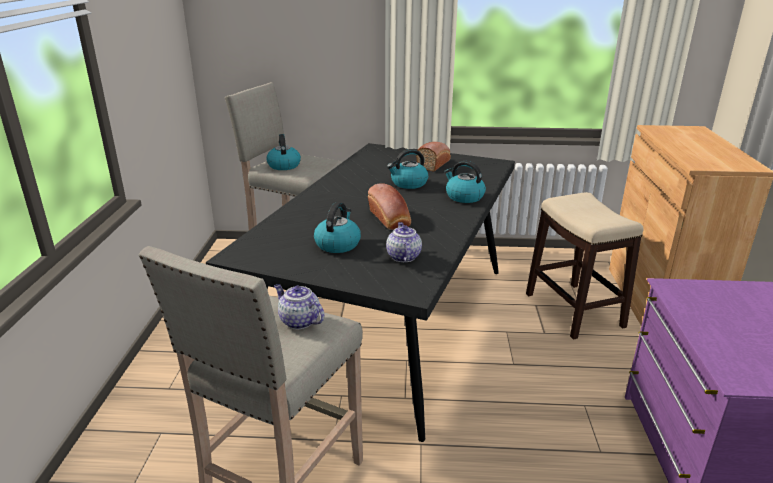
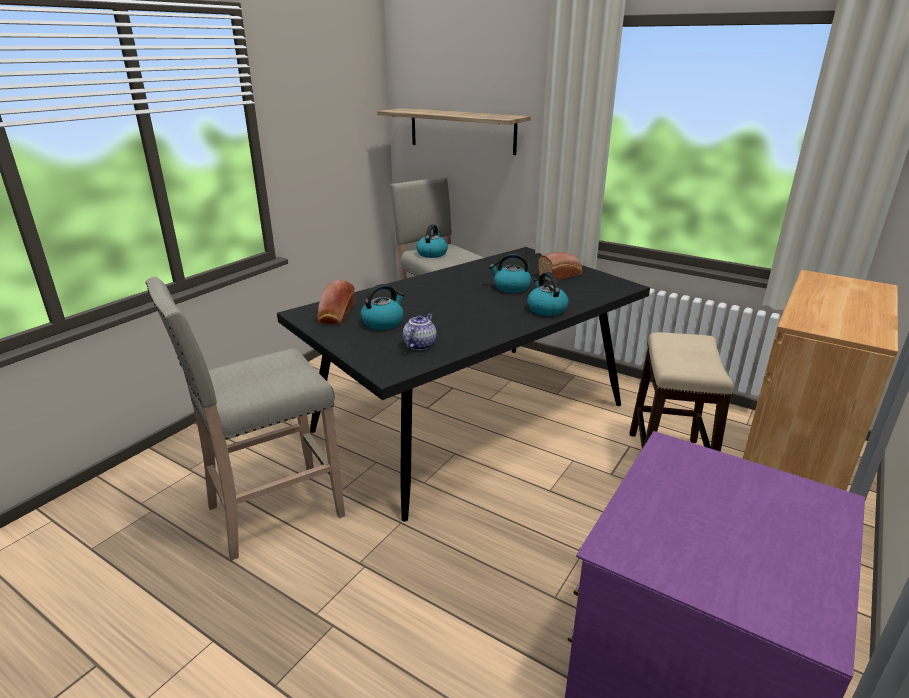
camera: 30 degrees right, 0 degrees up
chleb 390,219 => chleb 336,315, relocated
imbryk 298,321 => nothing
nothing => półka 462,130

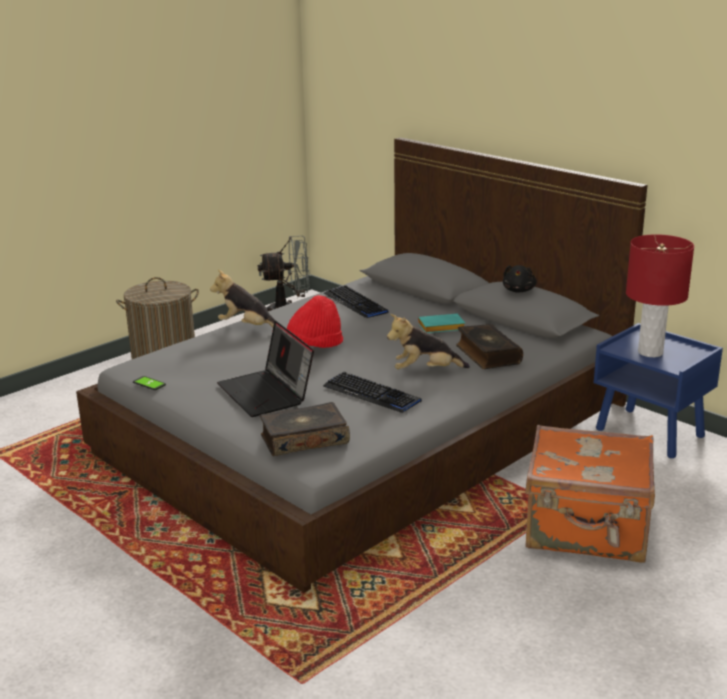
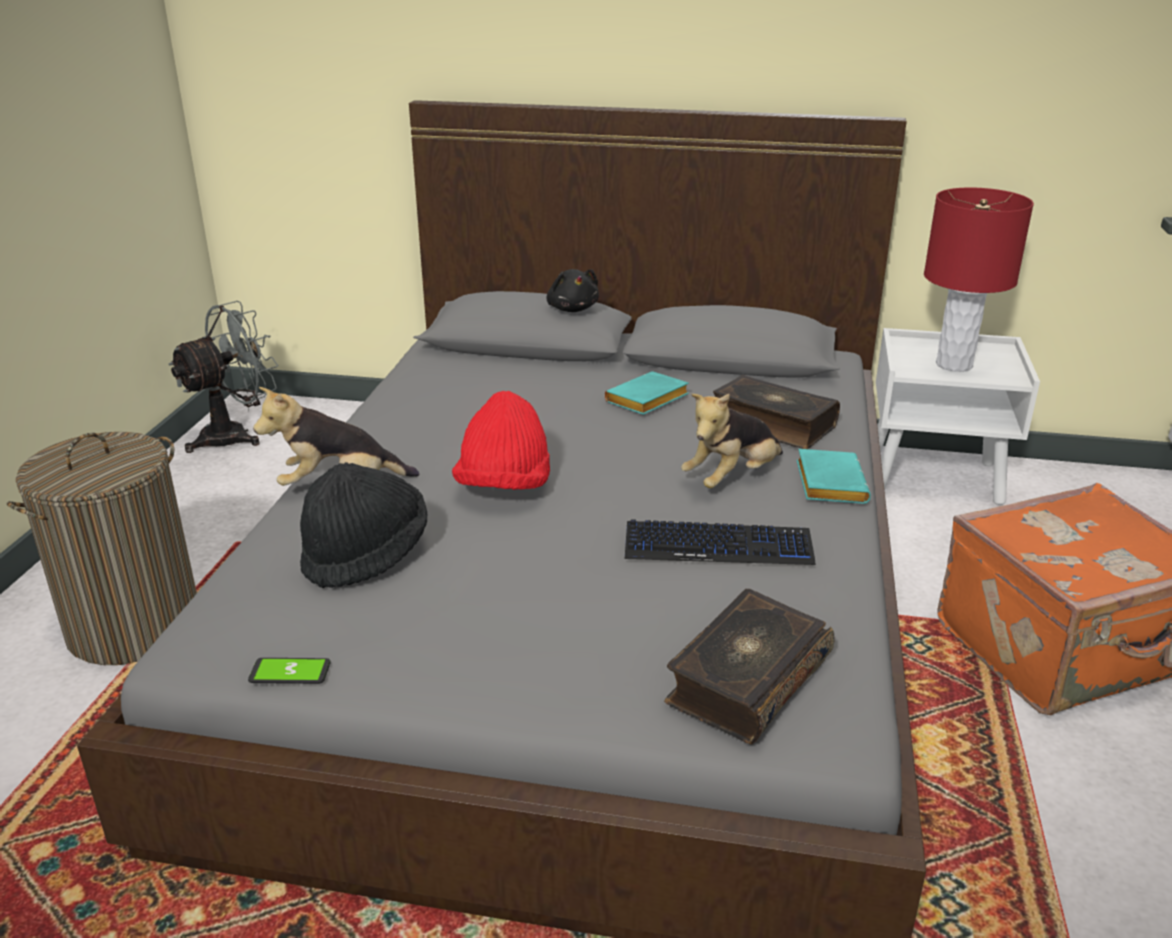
camera: 35 degrees left, 5 degrees up
pluszak/czarny 519,290 => pluszak/czarny 572,309, relocated
klawiatura 355,303 => nothing
laptop 267,393 => nothing
szafka nocna/niebieski 651,433 => szafka nocna/biały 935,478
nothing => książka/turkusowy 827,483
nothing => kapelusz/czarny 366,555

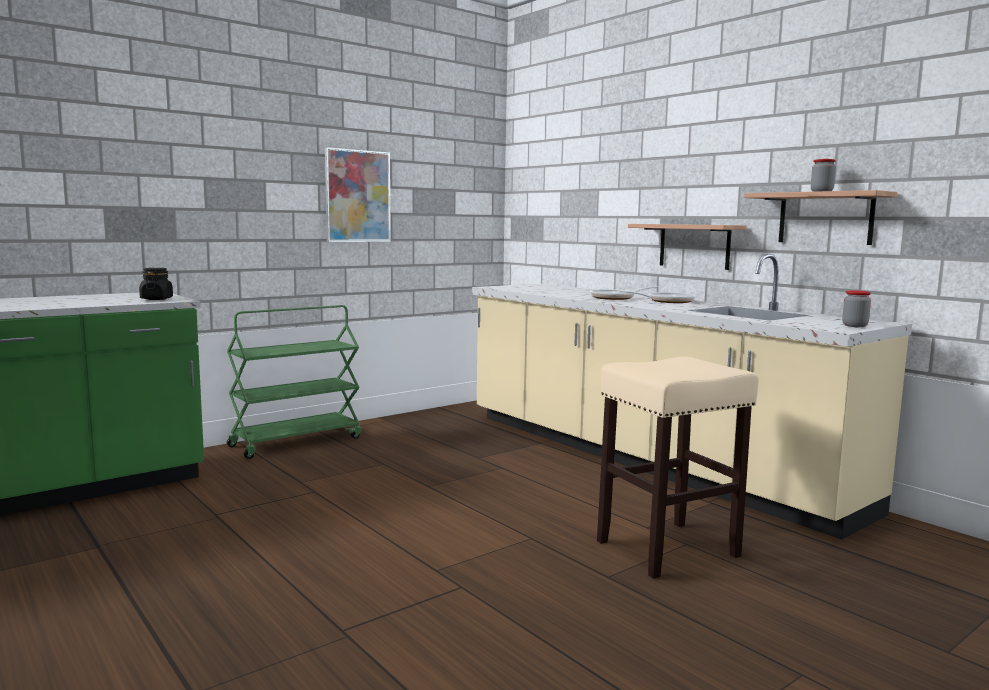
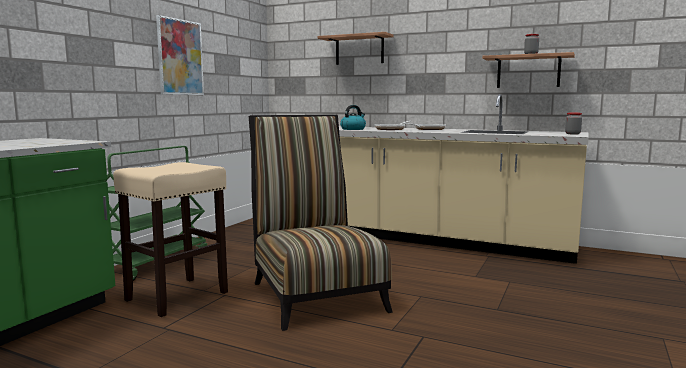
camera: 25 degrees left, 0 degrees up
półka 694,246 => półka 359,50, relocated
słoik/czarny 156,299 => nothing
stołek/beżowy 668,548 => stołek/beżowy 178,296, relocated
nothing => czajnik 353,129
nothing => krzesło 315,293

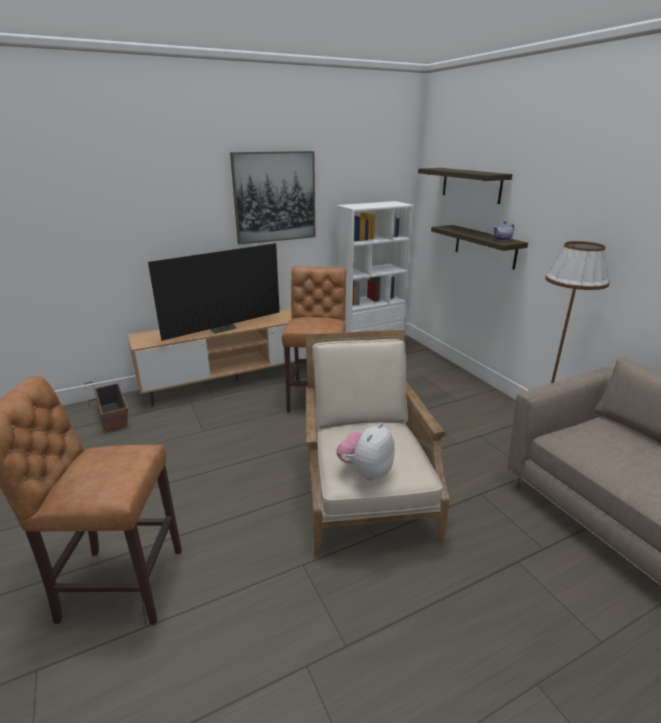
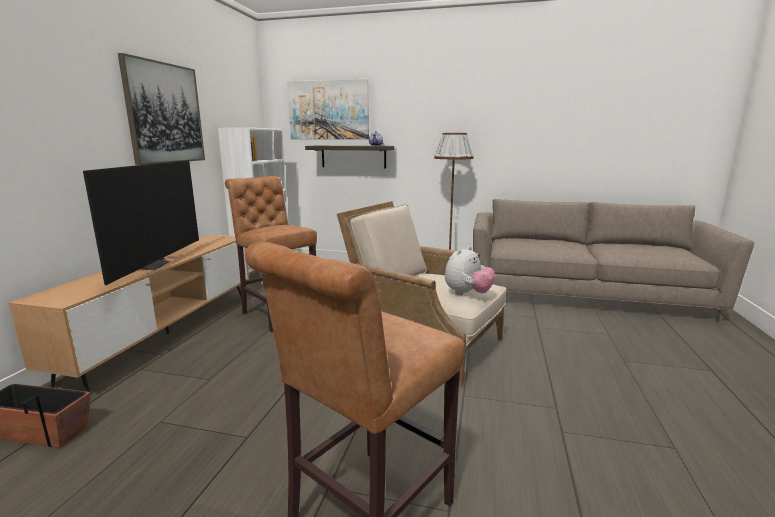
camera: 50 degrees left, 10 degrees down
półka 471,185 => obraz 328,110
pluszak 366,472 => pluszak 467,294, 120 degrees counterclockwise

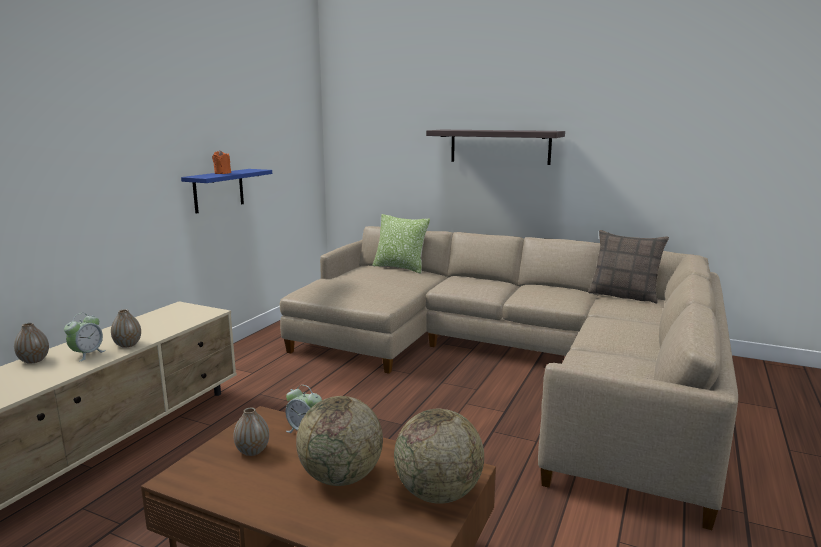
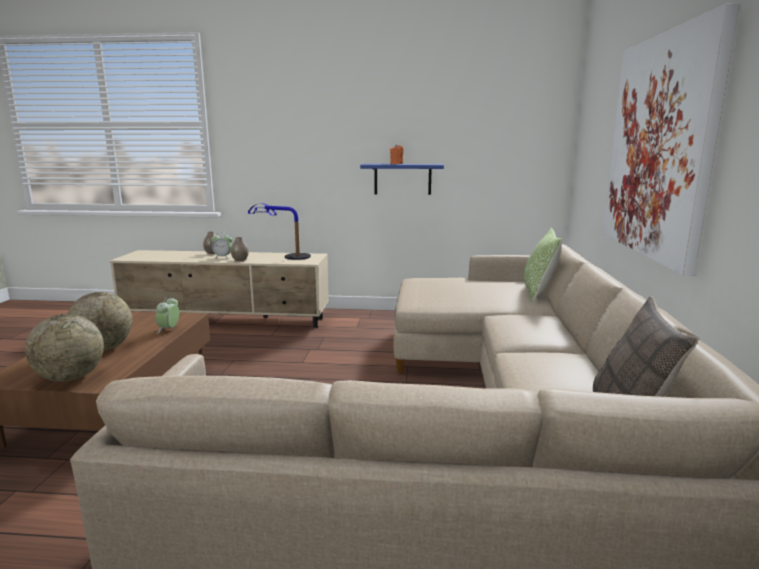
camera: 70 degrees right, 0 degrees up
półka 499,146 => obraz 659,147
wazon 252,451 => nothing
nothing => lampa stołowa 285,255

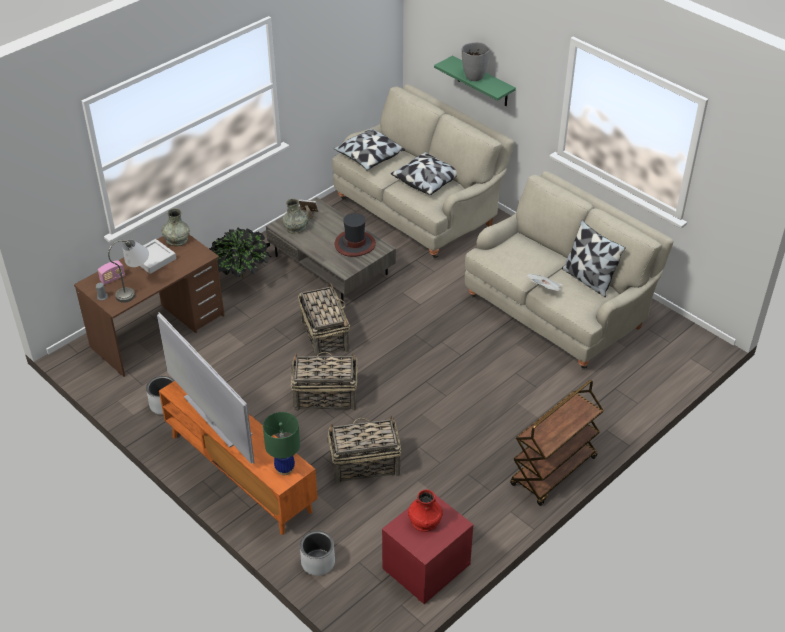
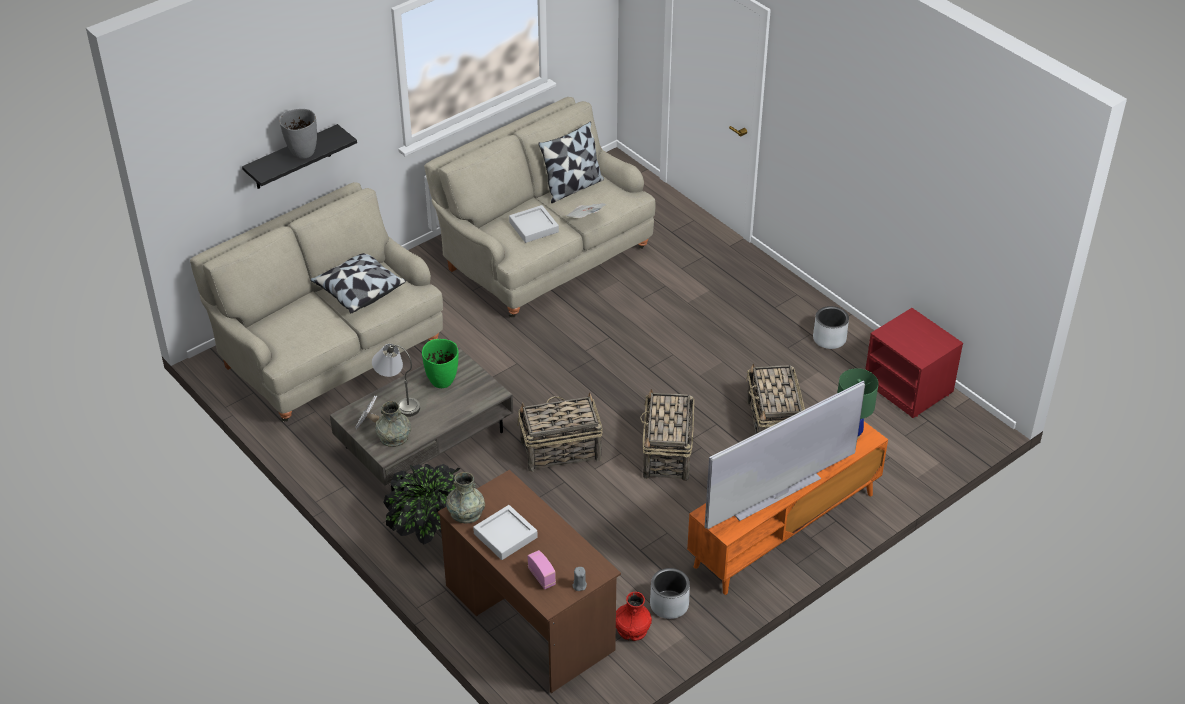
camera: 85 degrees left, 0 degrees up
półka/zielony 482,82 => półka/czarny 292,158
poduszka 369,157 => nothing
kapelusz 355,244 => wazon/zielony 442,381
lampa stołowa/szary 135,289 => lampa stołowa/szary 398,400, relocated
wózek/brązowy 553,472 => nothing
wazon/czerwony 424,520 => wazon/czerwony 632,629, relocated
donica/szary 318,562 => donica/szary 829,339, relocated
nothing => taca/szary 533,227

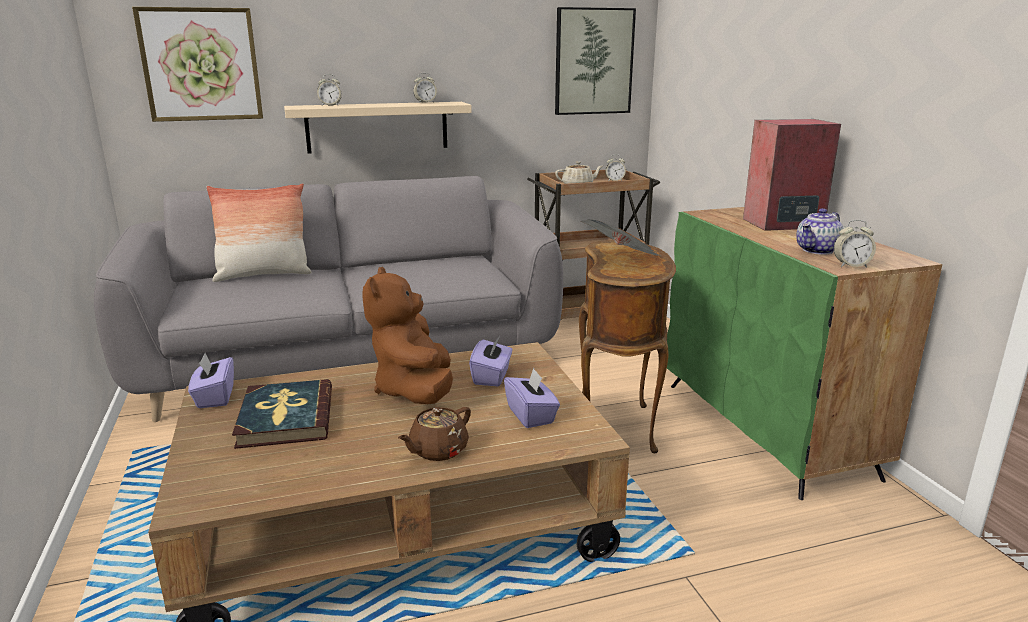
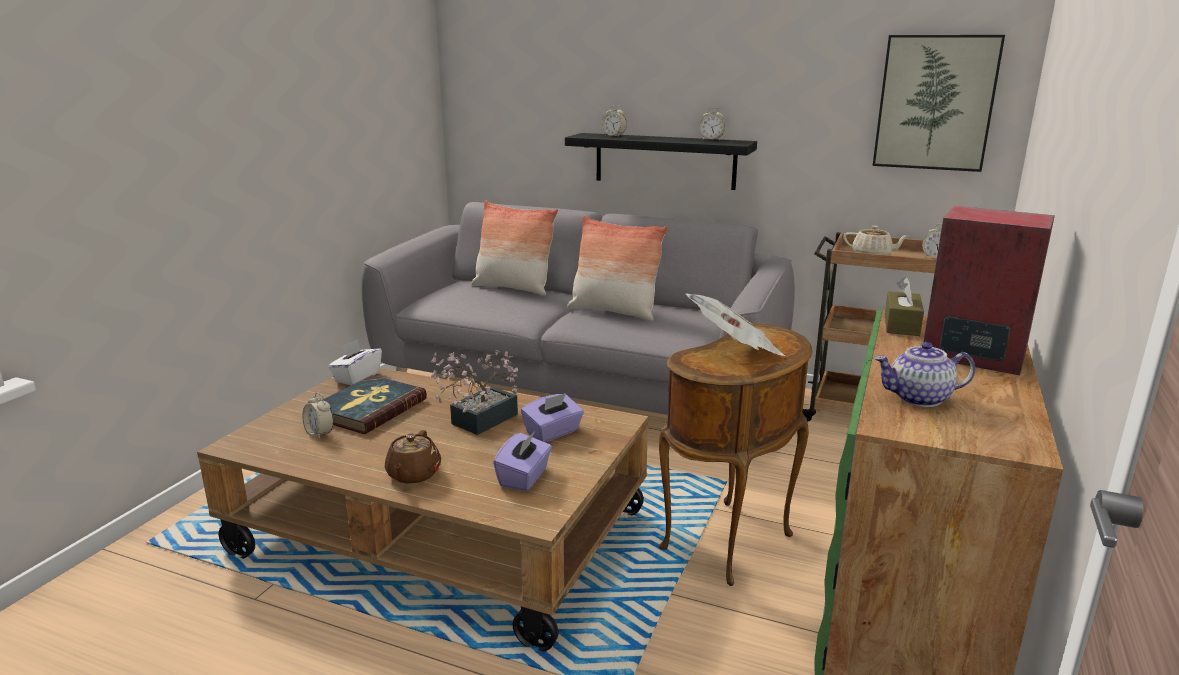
camera: 40 degrees right, 0 degrees up
obraz 201,65 => nothing
półka/beżowy 377,127 => półka/czarny 664,161
budzik 851,265 => budzik 320,433, relocated
pluszak/brązowy 415,391 => roślina doniczkowa 478,421
pudełko chusteczek/fioletowy 215,397 => pudełko chusteczek/biały 357,377
imbryk/brązowy 437,450 => imbryk/brązowy 413,474, 75 degrees counterclockwise
nothing => poduszka 614,312
nothing => pudełko chusteczek/brązowy 901,325

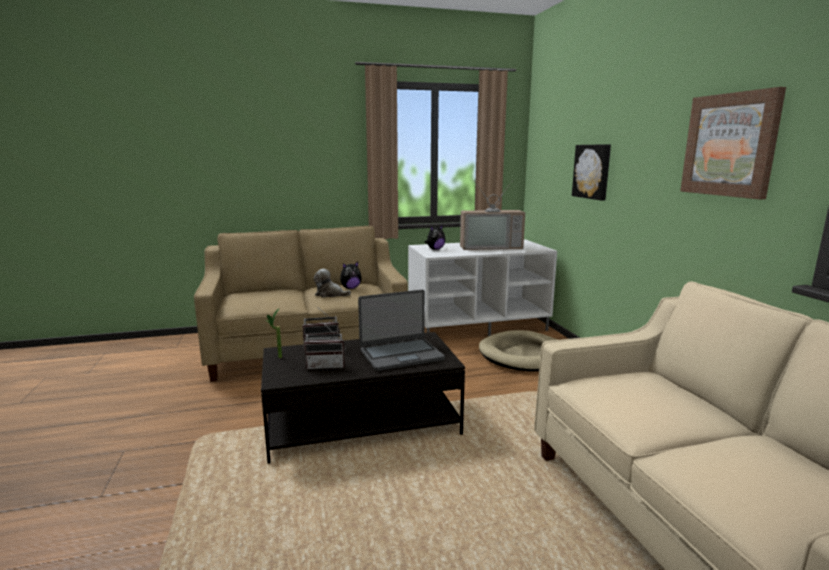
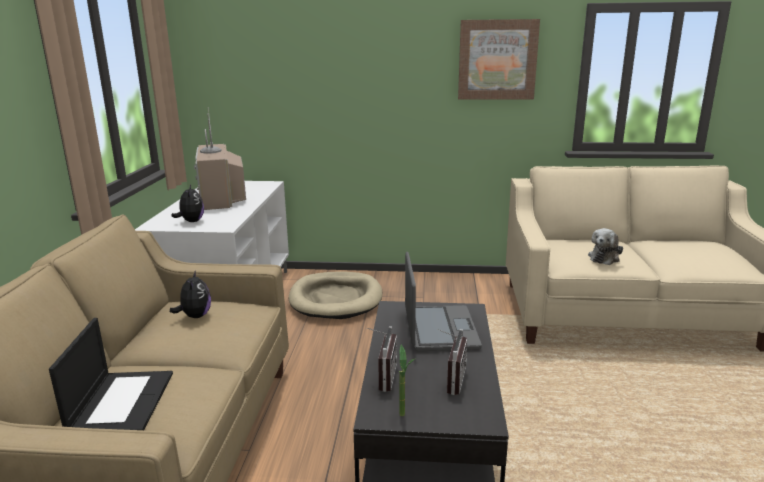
camera: 70 degrees left, 5 degrees up
obraz 592,171 => nothing
telewizor 490,246 => telewizor 222,198, 150 degrees clockwise
pluszak 330,294 => pluszak 604,258, relocated
nothing => laptop 121,401

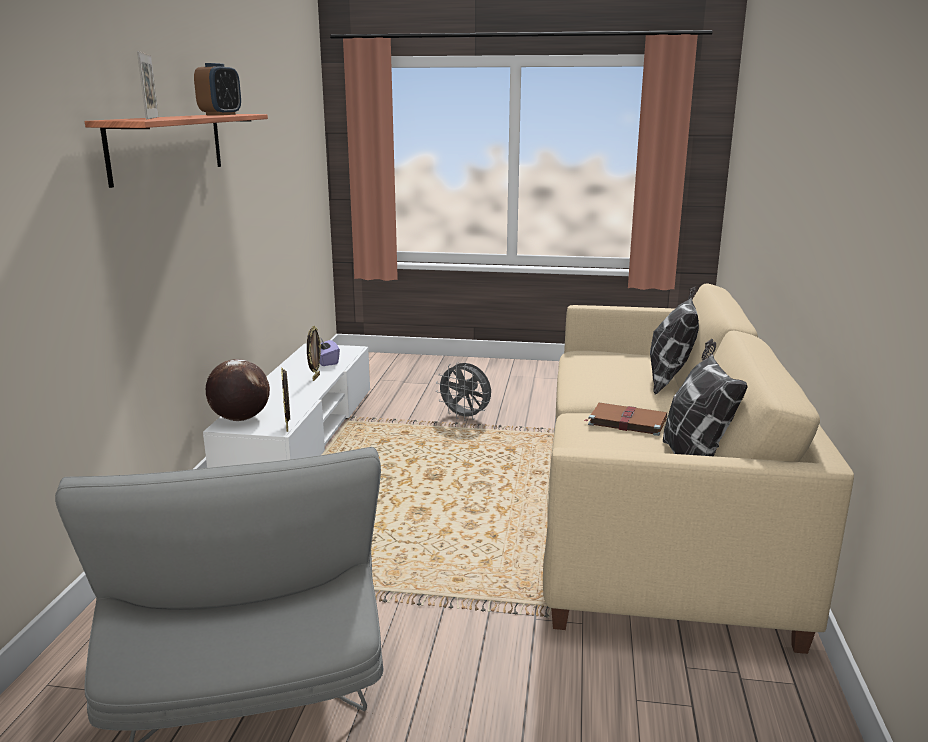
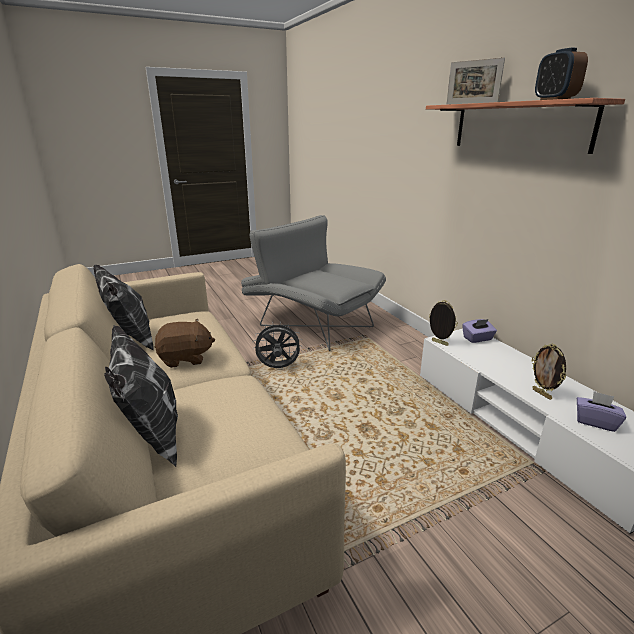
camera: 145 degrees right, 5 degrees up
globus 240,418 => pudełko chusteczek/fioletowy 477,339
wentylator/szary 465,417 => wentylator/szary 278,368, relocated
książka/brązowy 626,421 => pluszak/brązowy 185,358

